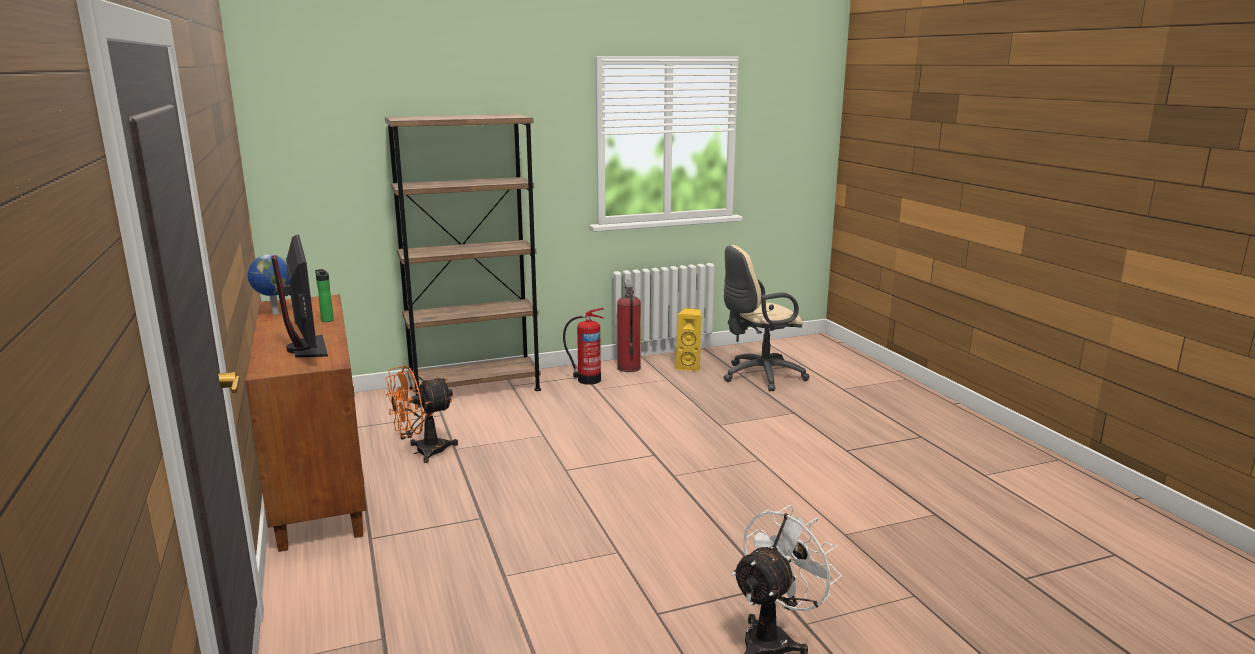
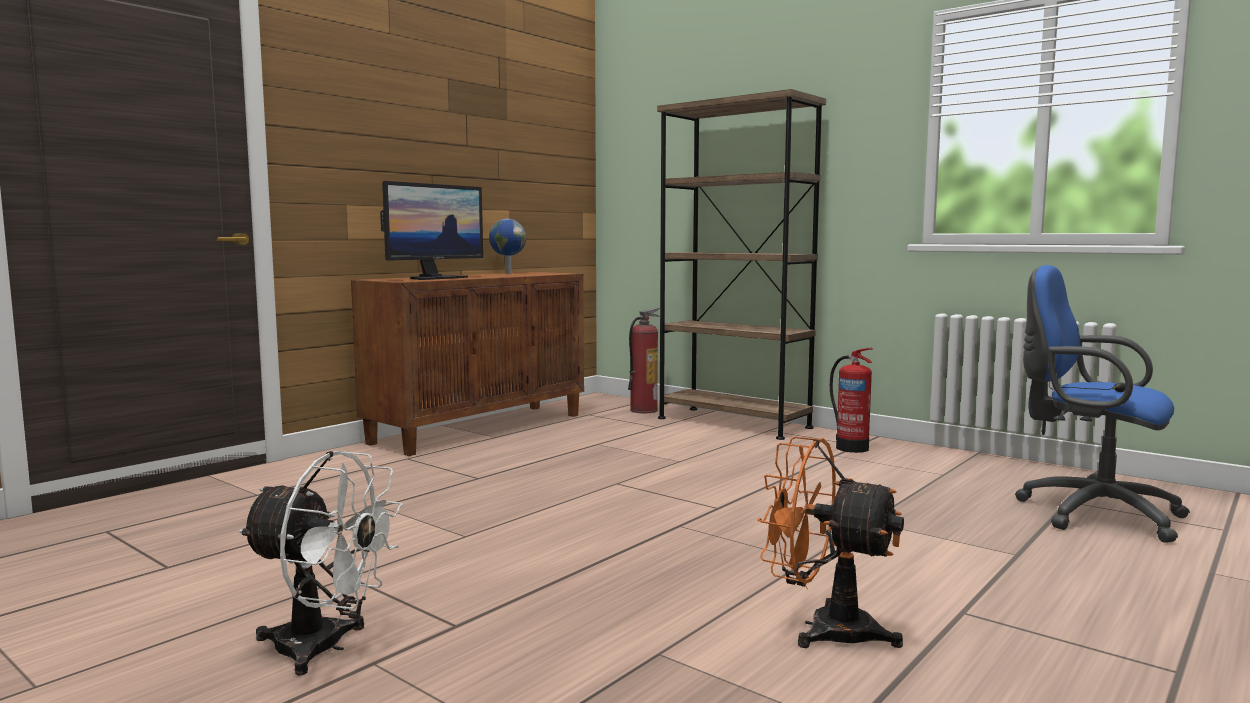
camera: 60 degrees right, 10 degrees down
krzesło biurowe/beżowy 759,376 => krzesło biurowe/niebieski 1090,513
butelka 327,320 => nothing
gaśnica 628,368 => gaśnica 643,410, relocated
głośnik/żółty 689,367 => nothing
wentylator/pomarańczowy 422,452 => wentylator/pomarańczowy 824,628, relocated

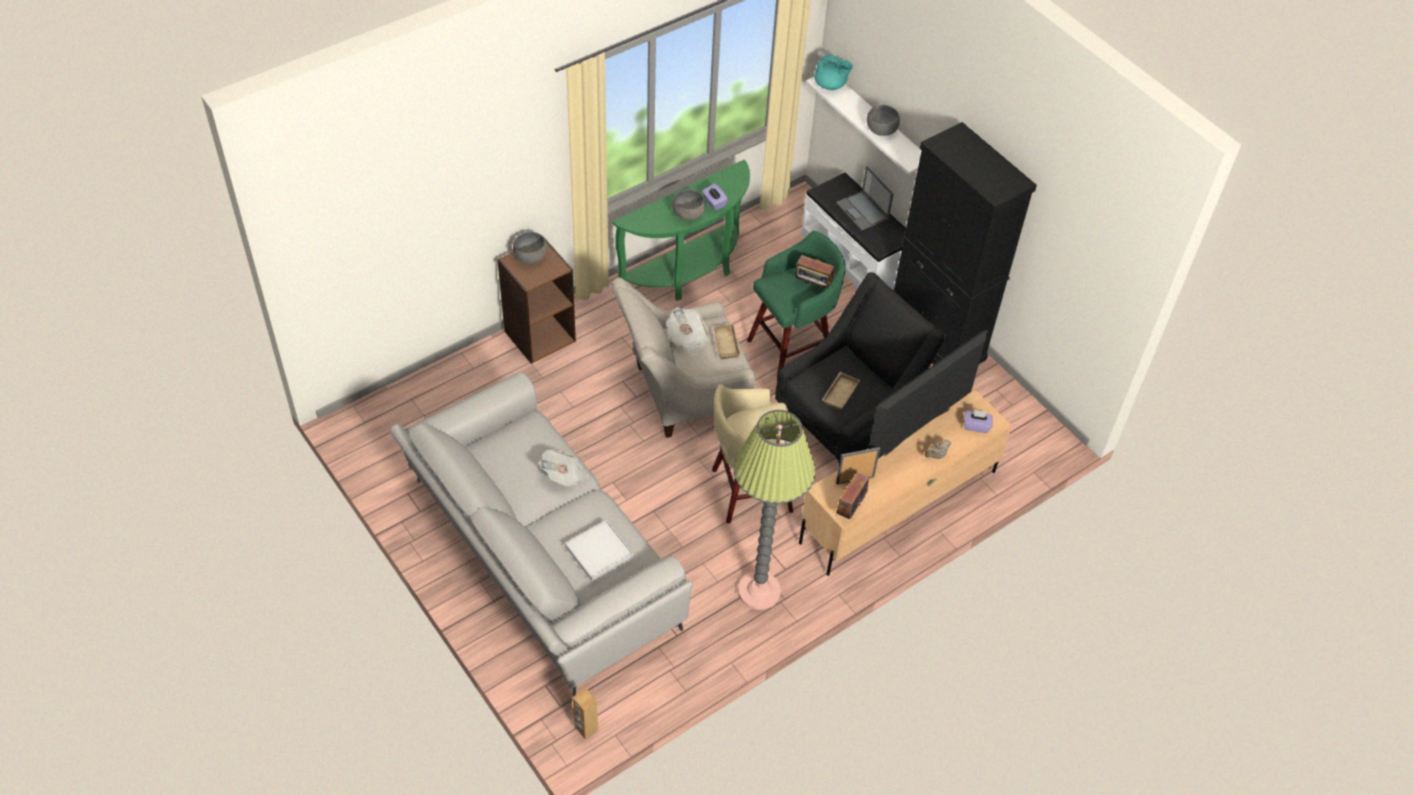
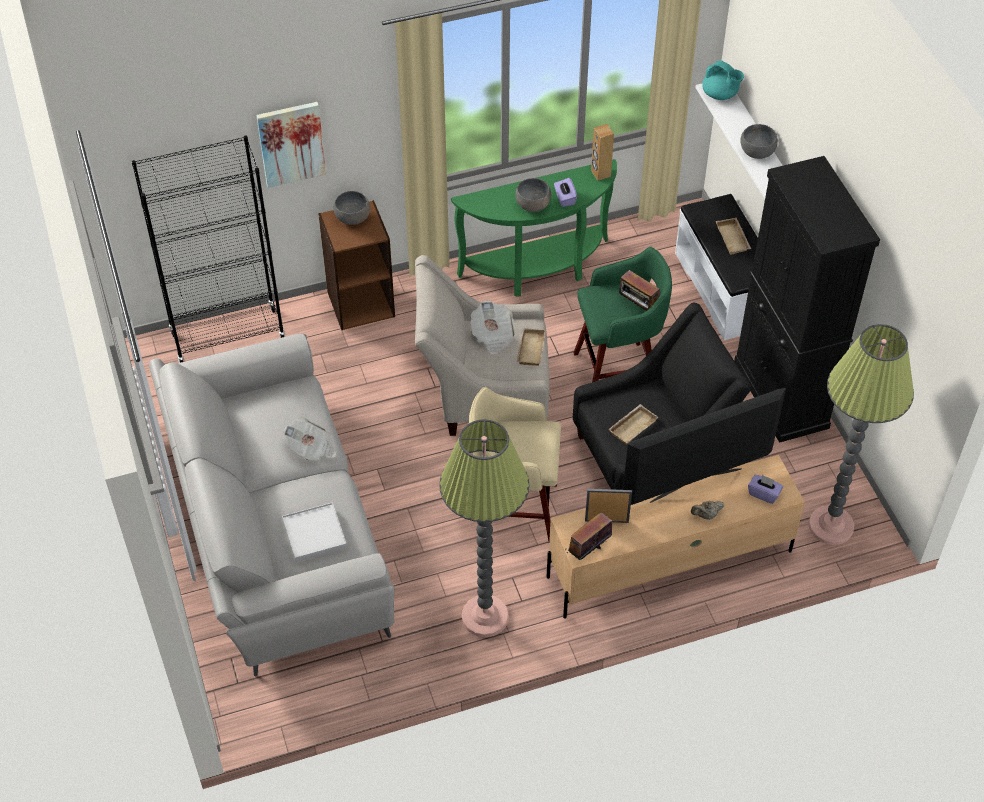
camera: 20 degrees right, 0 degrees up
laptop 863,211 => taca/beżowy 734,239
głośnik/brązowy 585,728 => głośnik/brązowy 600,173, relocated
nothing => obraz 291,143
nothing => regał/czarny 228,336
nothing => lampa stojąca 831,526

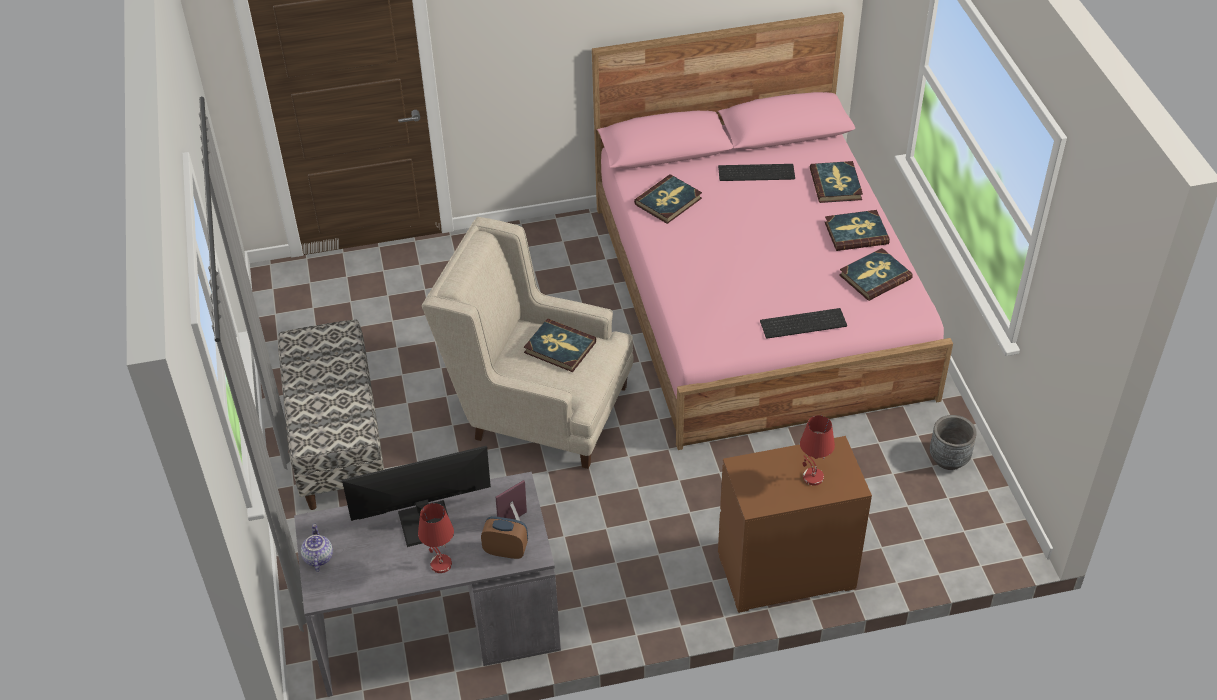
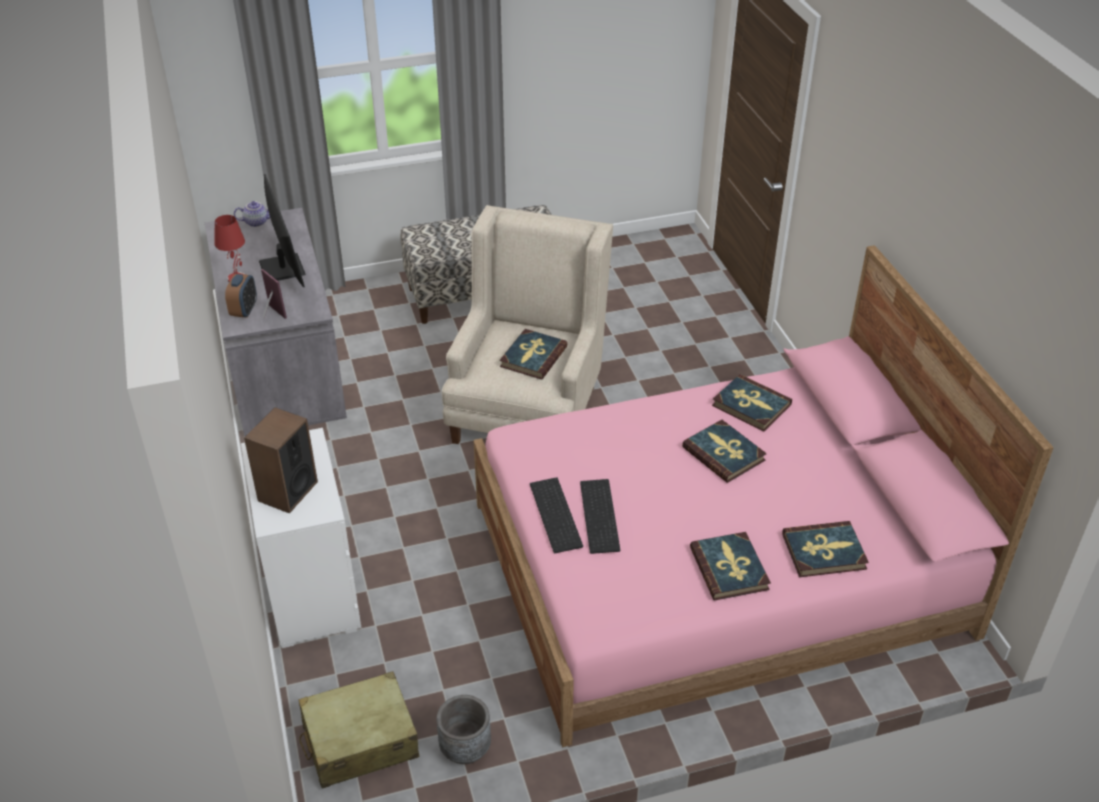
camera: 85 degrees right, 5 degrees down
klawiatura 757,172 => klawiatura 601,516, relocated
książka 874,277 => książka 724,453, relocated
lampa stołowa/czerwony 812,477 => głośnik 287,491
komoda/brązowy 785,571 => komoda/biały 312,590
nothing => walizka/beżowy 359,741

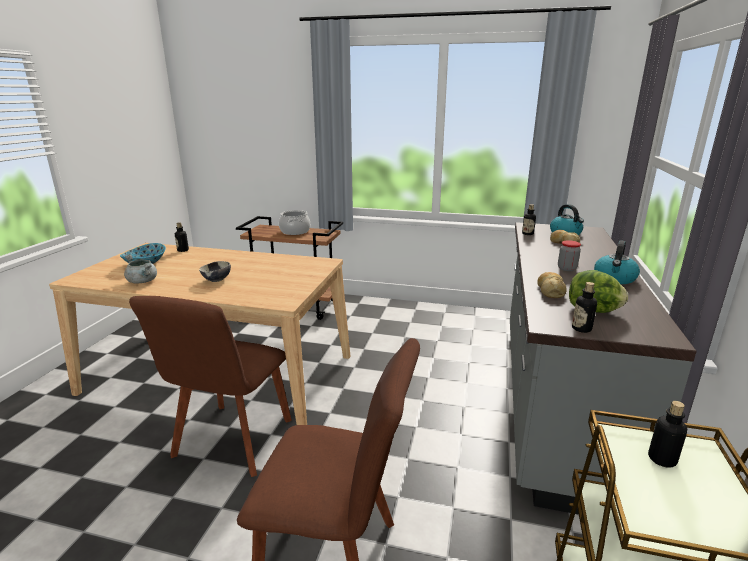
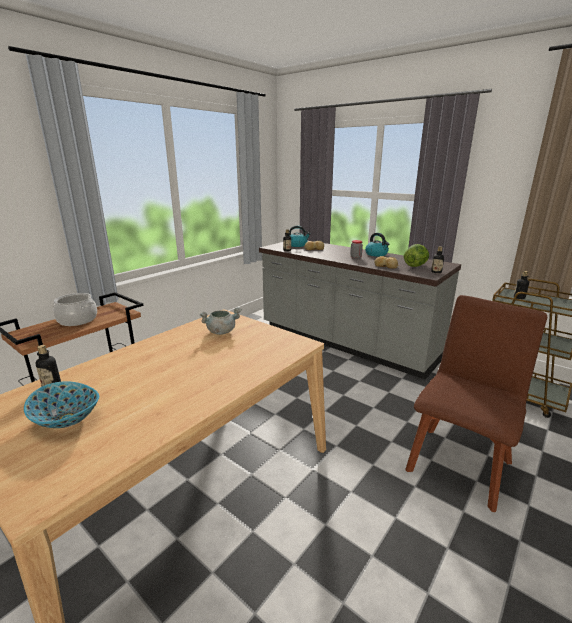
camera: 65 degrees left, 0 degrees up
garnek/szary 143,281 => garnek/szary 221,331, relocated
miska 217,280 => nothing
krzesło/brązowy 231,442 => nothing

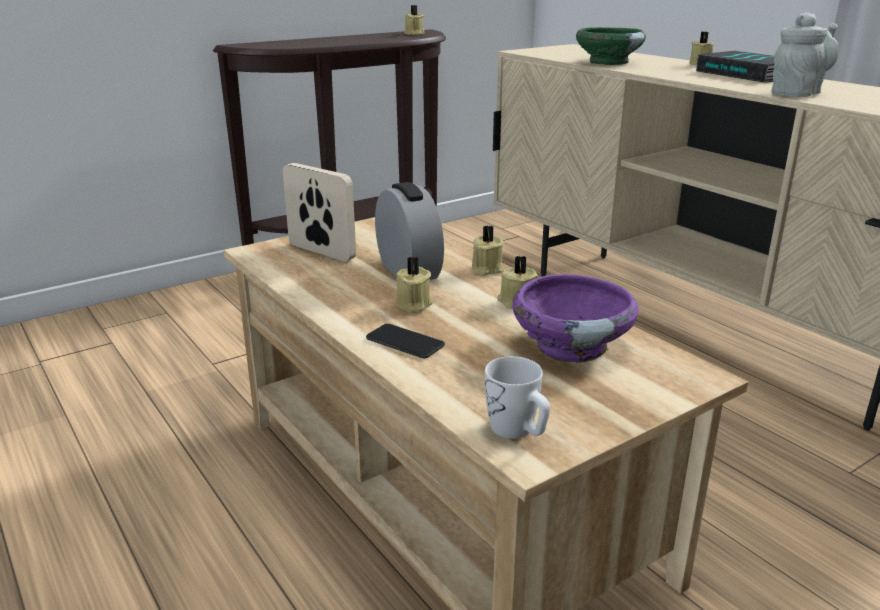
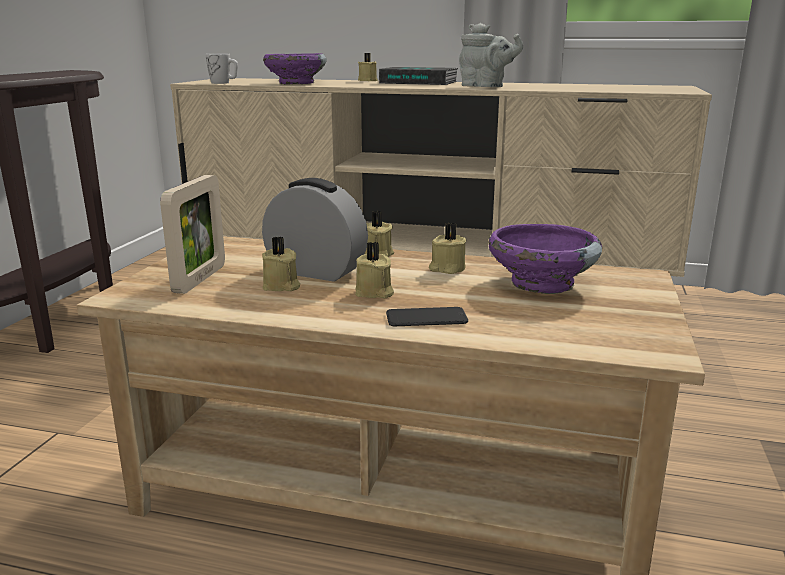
camera: 40 degrees left, 5 degrees down
świeca/beżowy 414,34 => świeca/beżowy 281,286, relocated
imbryk/szary 798,93 => imbryk/szary 485,87, 105 degrees clockwise
miska/zielony 608,62 => miska/fioletowy 296,83
ramka na zdjęcie 321,252 => ramka na zdjęcie 200,279, 105 degrees clockwise
kubek/biały 517,432 => kubek/biały 224,83, relocated

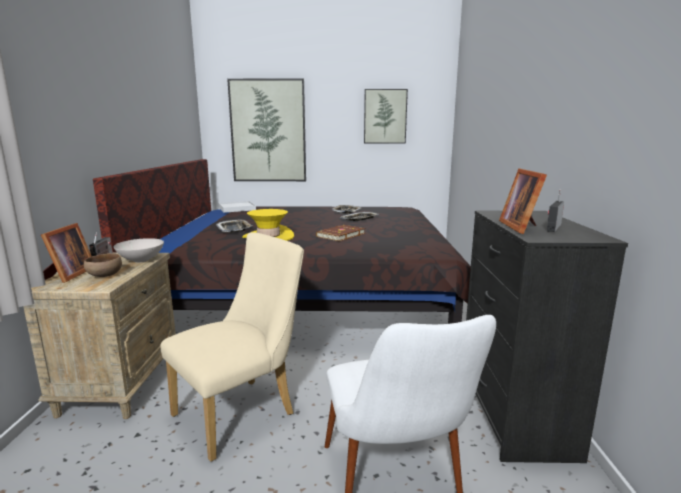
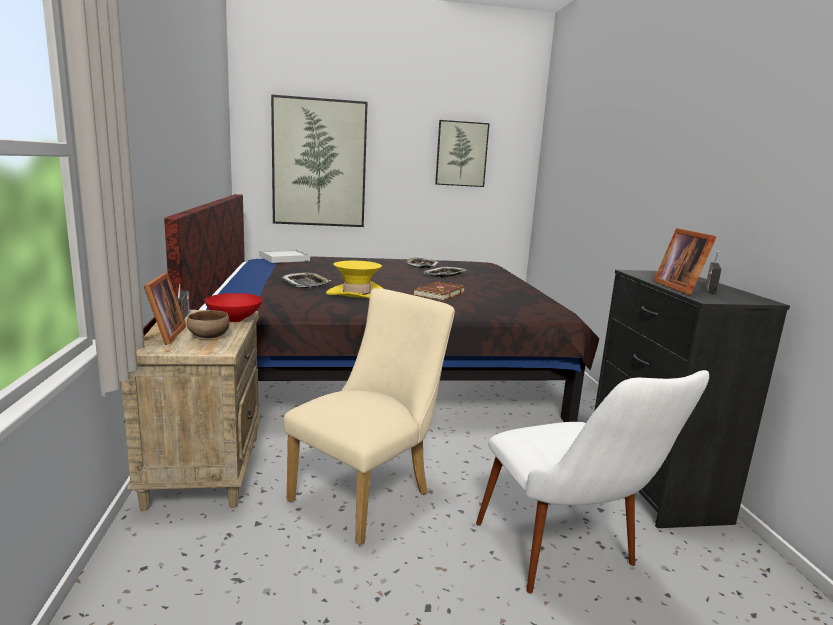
camera: 10 degrees left, 0 degrees up
miska/biały 141,260 => miska/czerwony 234,319

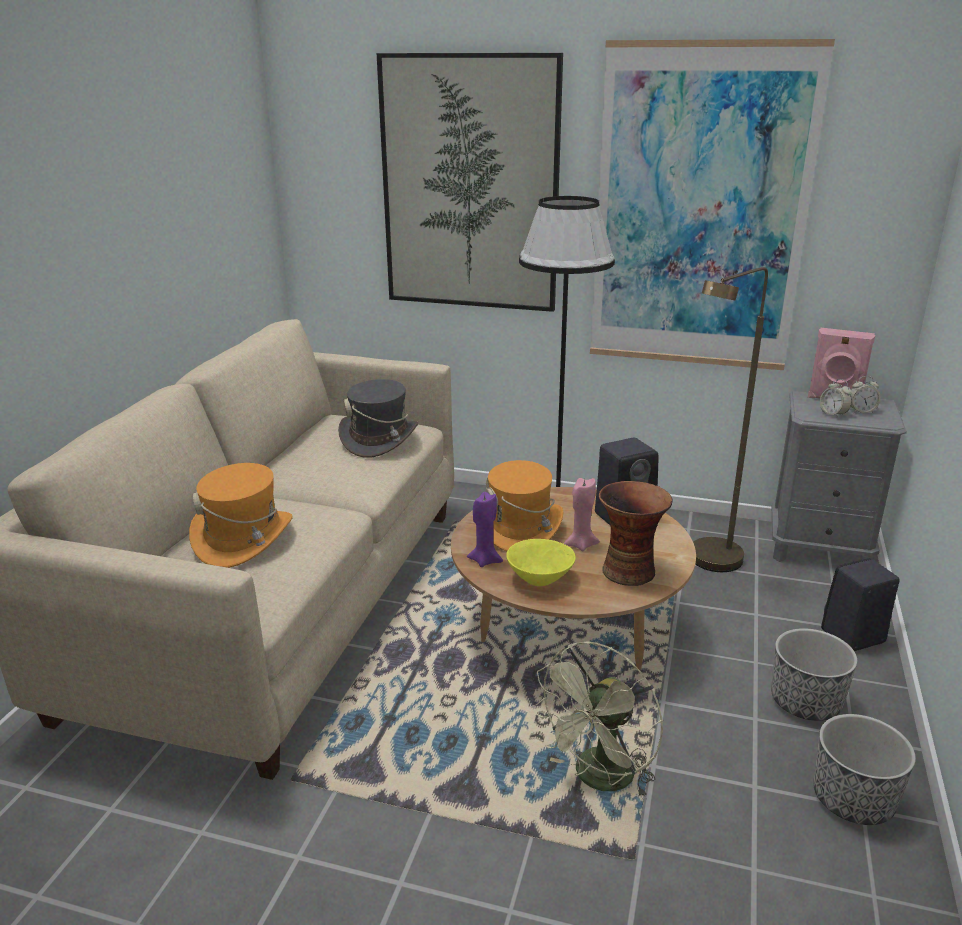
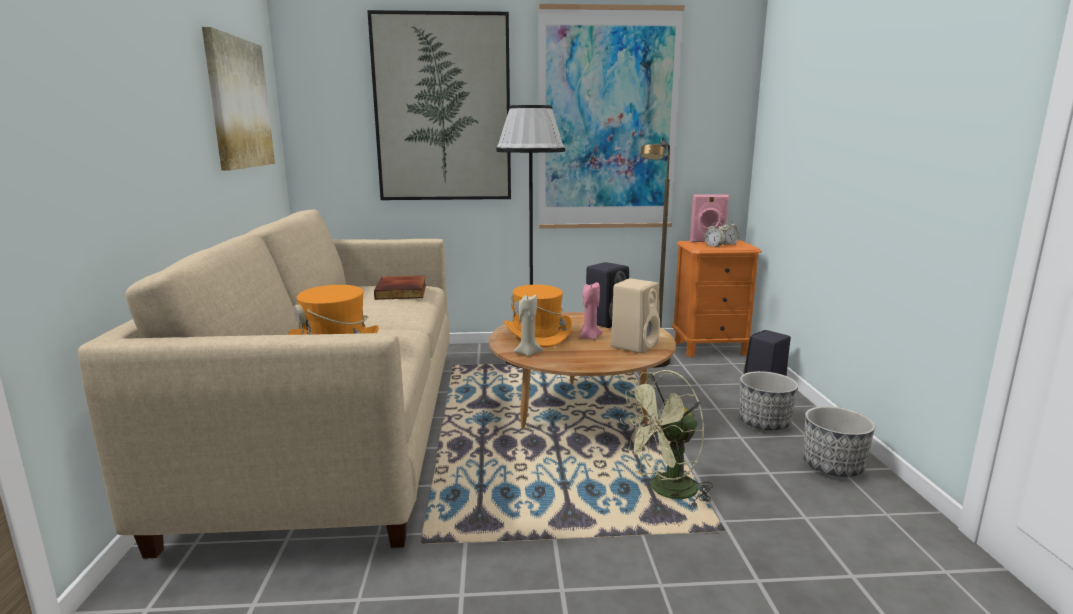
camera: 20 degrees left, 10 degrees down
kapelusz/szary 379,439 => książka 403,291
szafka nocna/szary 819,549 => szafka nocna/pomarańczowy 710,348
wazon 629,570 => głośnik/beżowy 634,345
świeca/fioletowy 485,560 => świeca/beżowy 527,353
miska/żółty 540,579 => nothing
wentylator/zielony 599,780 => wentylator/zielony 665,491, 45 degrees clockwise
nothing => obraz 238,103

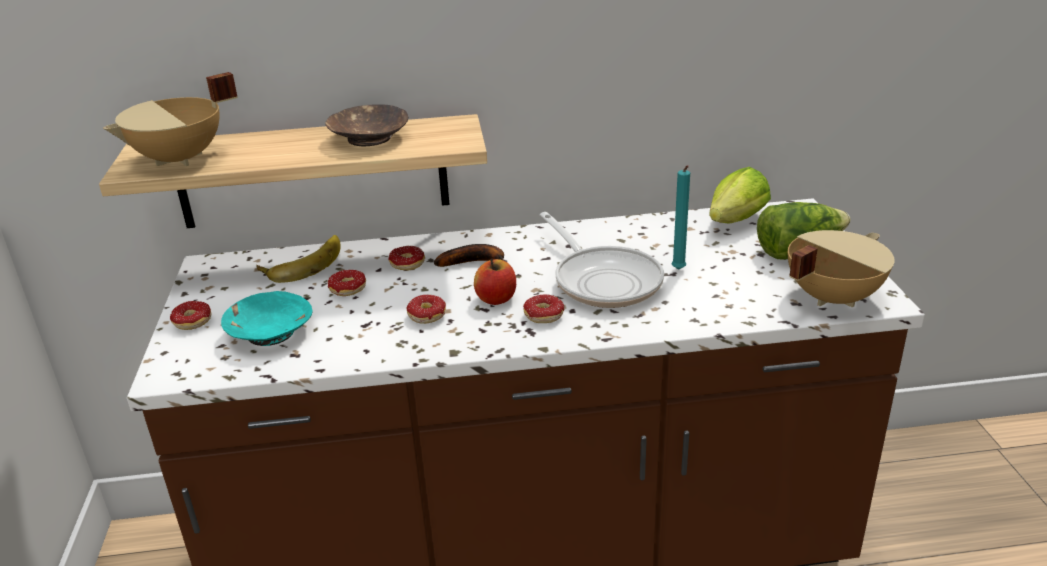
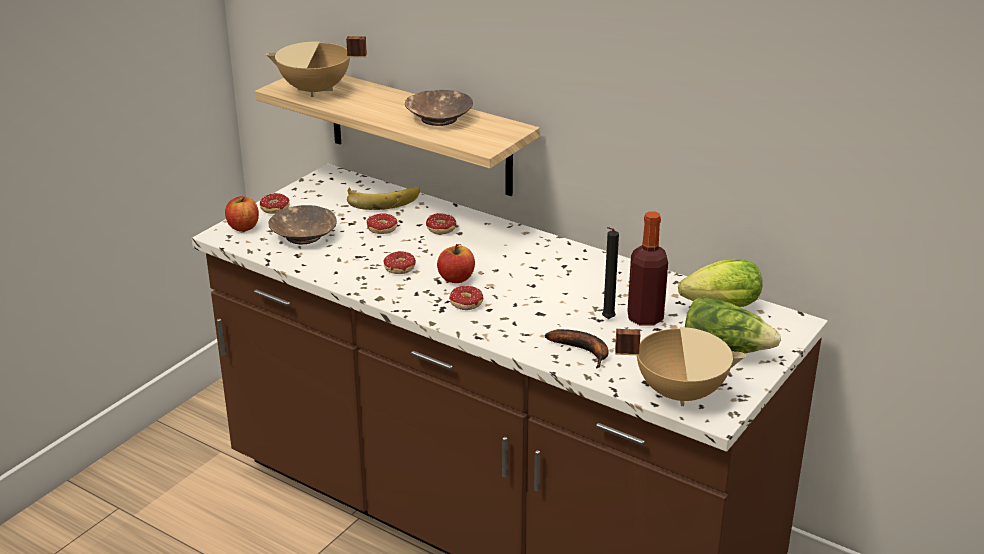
camera: 40 degrees right, 0 degrees up
świeca/turkusowy 678,270 => świeca/czarny 607,320
patelnia 603,280 => nothing
banan 476,262 => banan 583,351, relocated
miska/turkusowy 269,333 => miska/brązowy 302,235
nothing => jabłko 243,227
nothing => butelka 645,317

